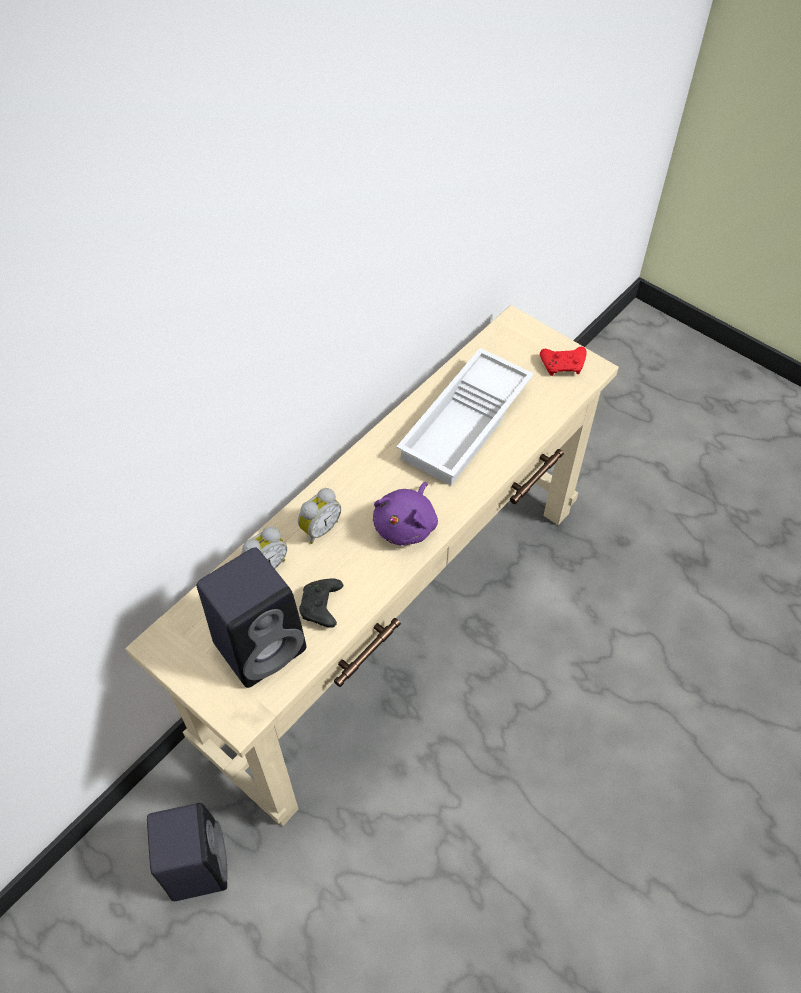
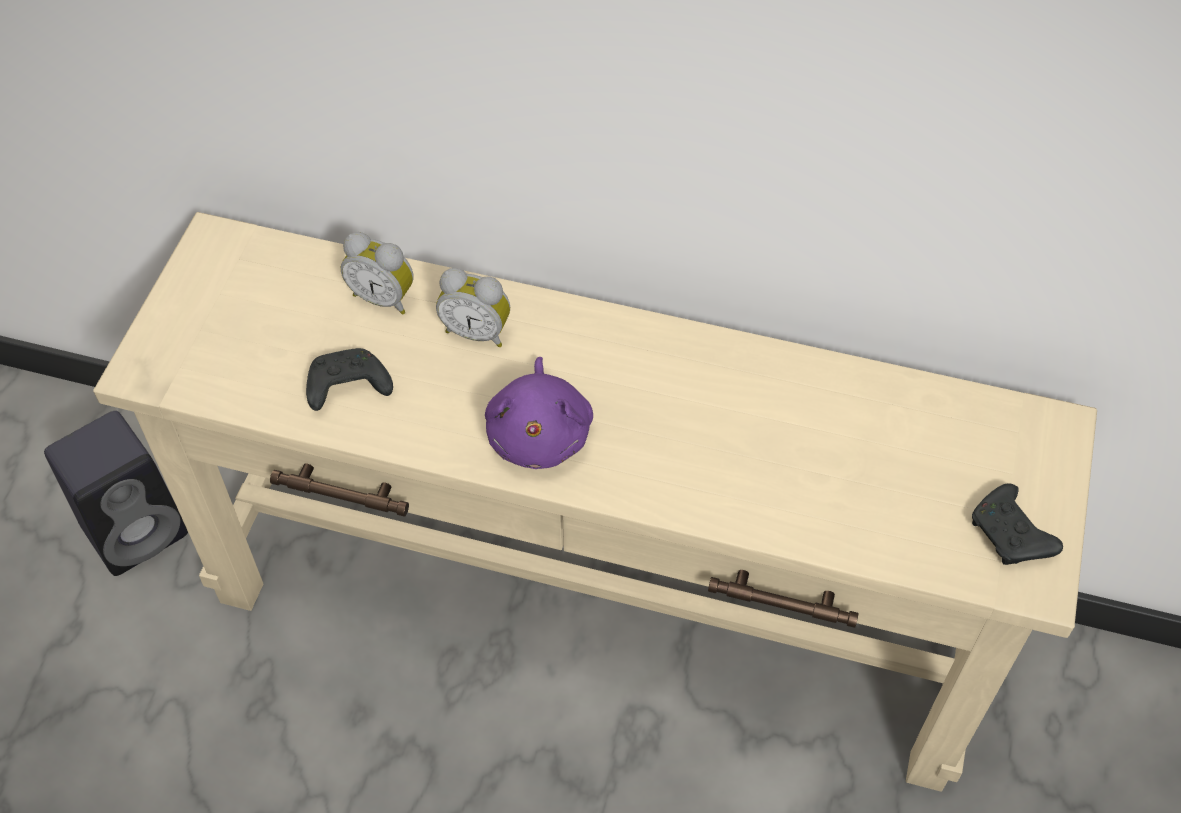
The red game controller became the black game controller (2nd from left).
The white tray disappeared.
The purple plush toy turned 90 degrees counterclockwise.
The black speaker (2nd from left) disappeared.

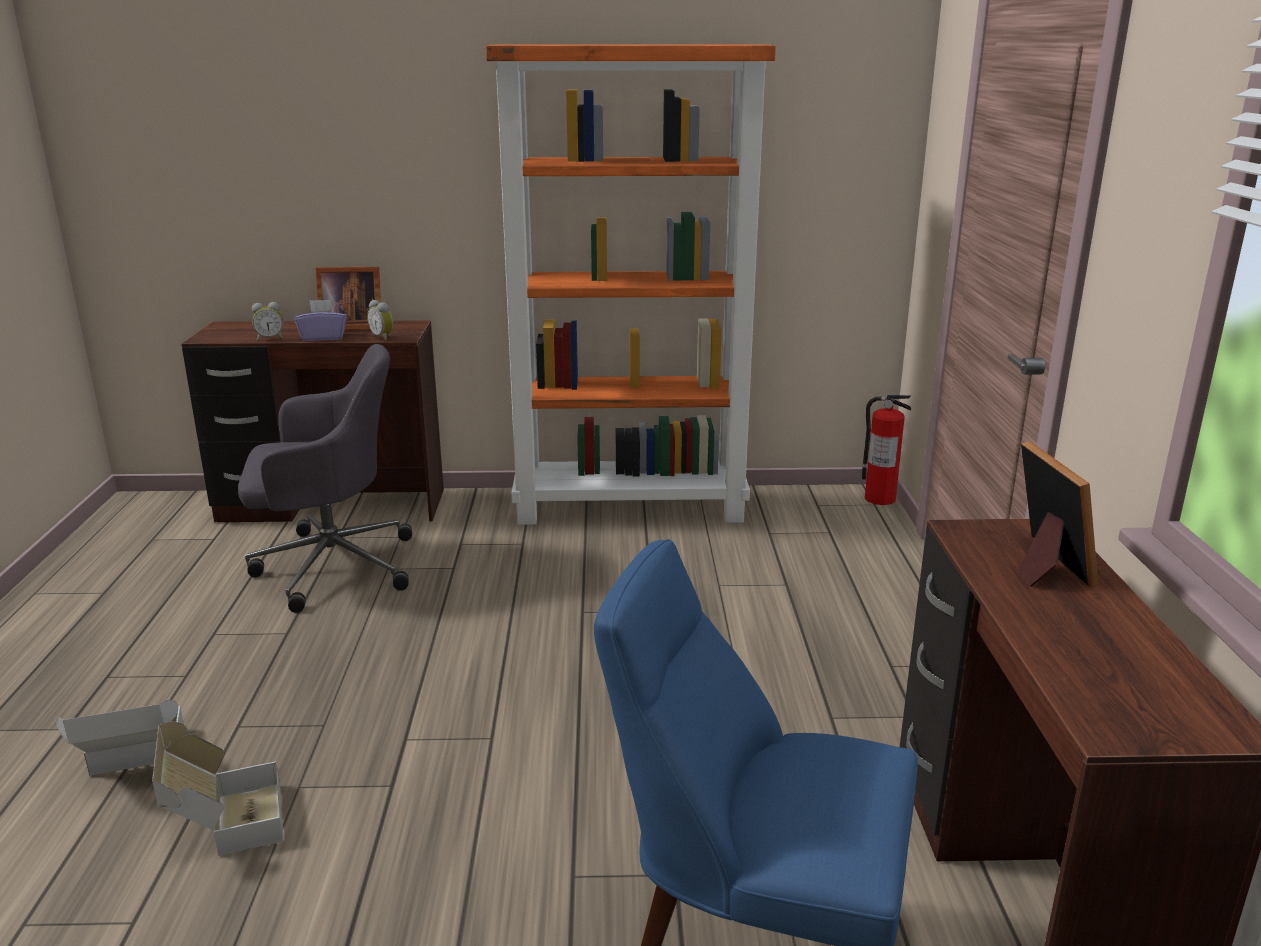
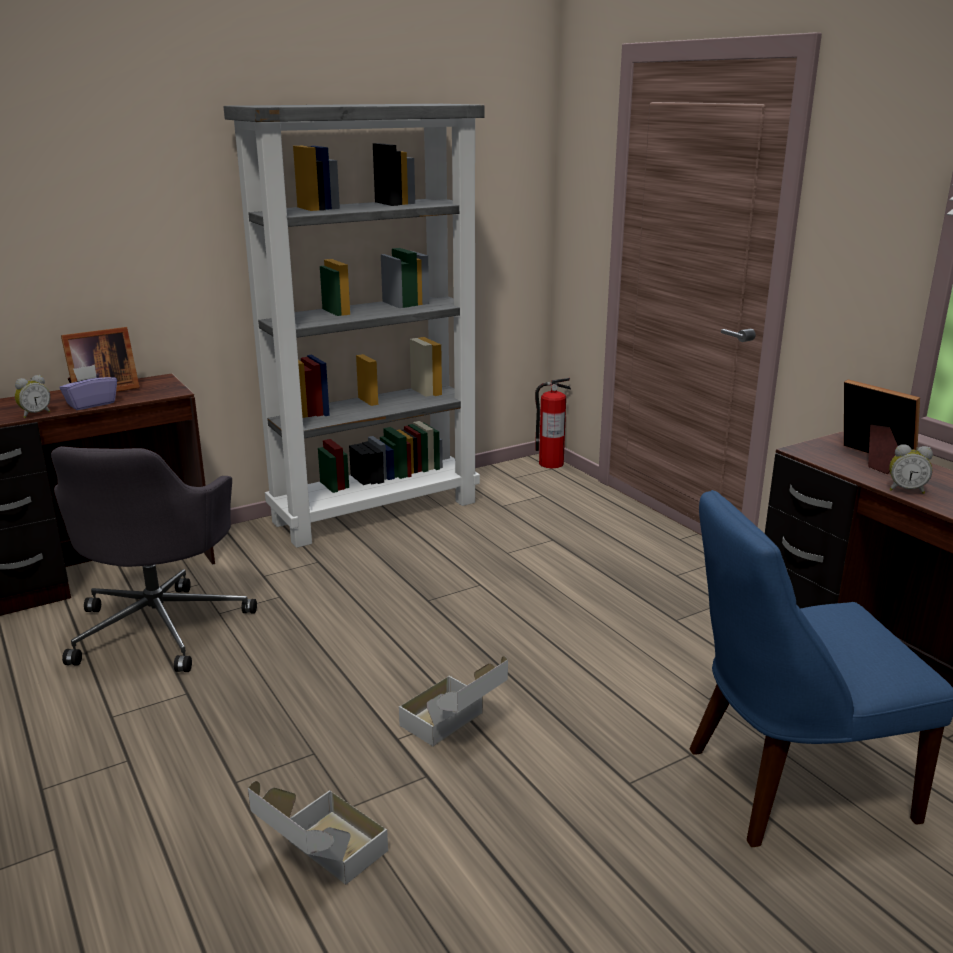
The orange bookcase became the grey bookcase.
The alarm clock (2nd from left) moved.
The grey office chair turned 135 degrees clockwise.
The cardboard box (1st from left in the first image) moved.

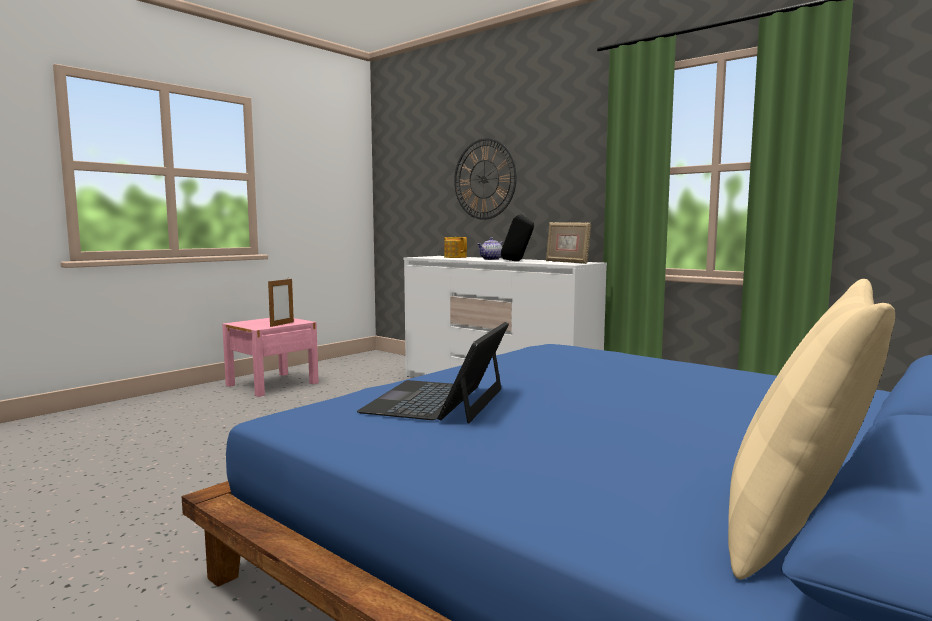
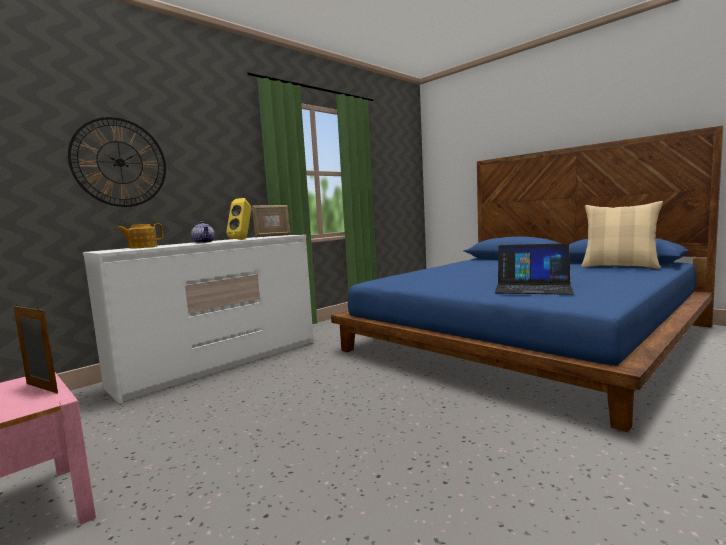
The black speaker became the yellow speaker.

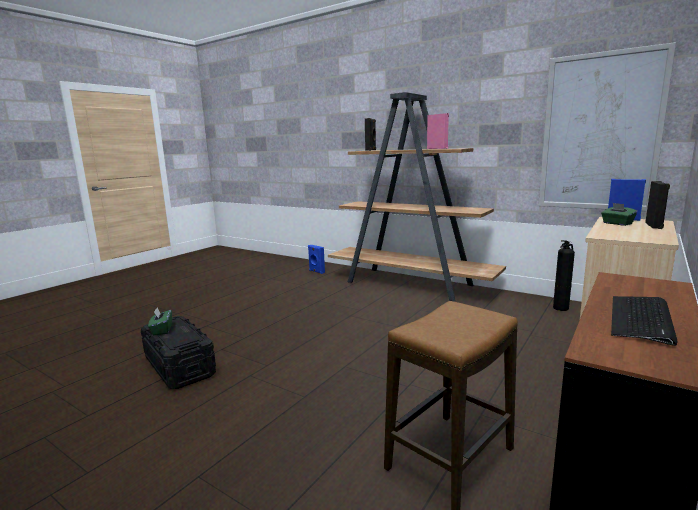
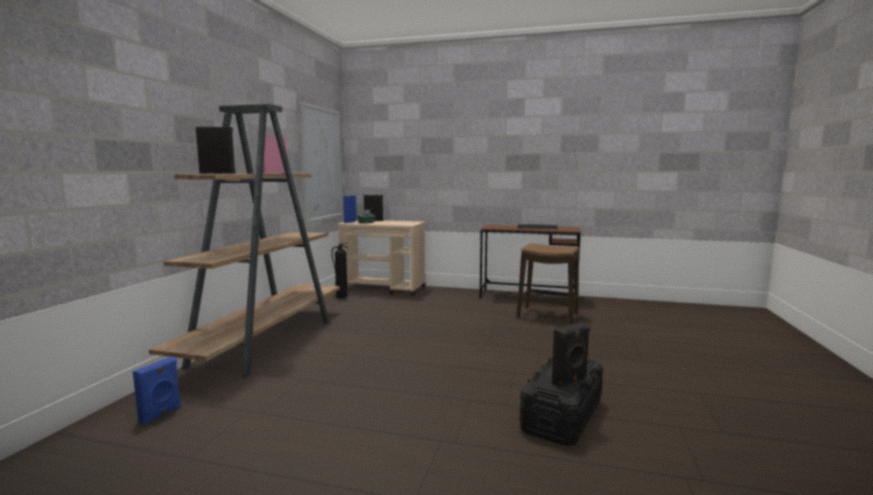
The green tissue box (1st from left) was replaced by the black speaker (3rd from left).

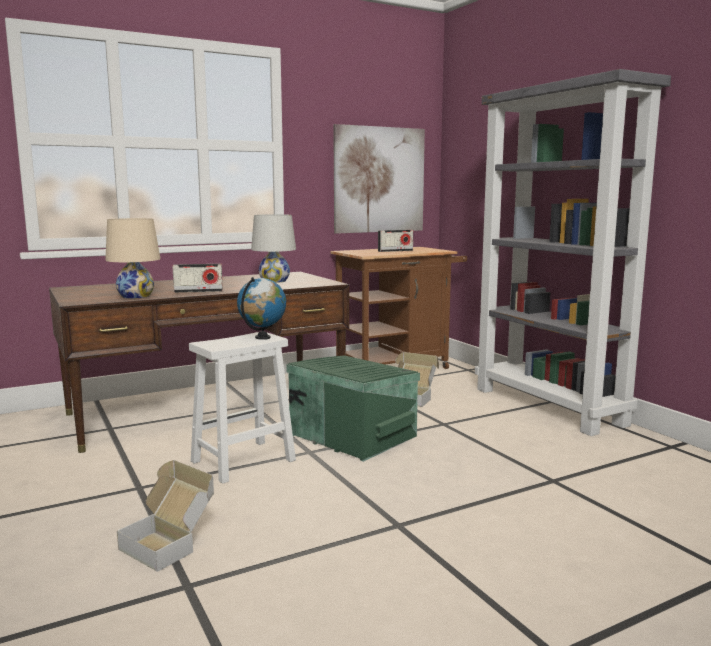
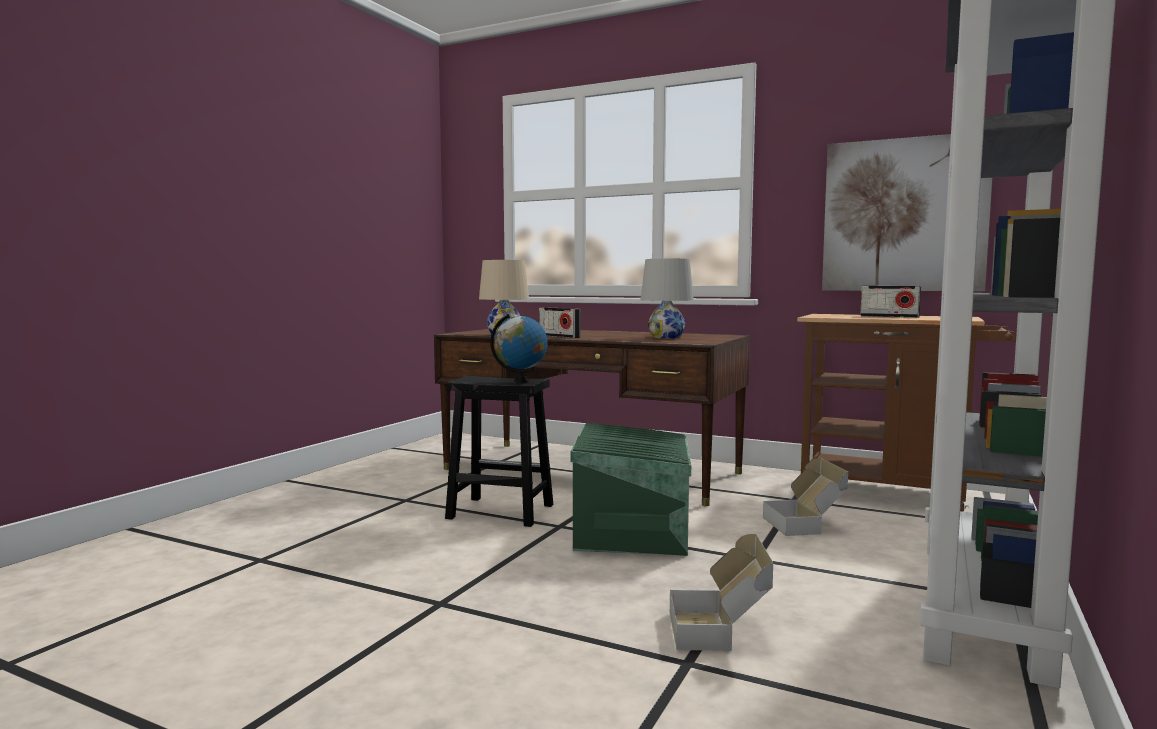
The white stool became the black stool.
The cardboard box (1st from left) moved.

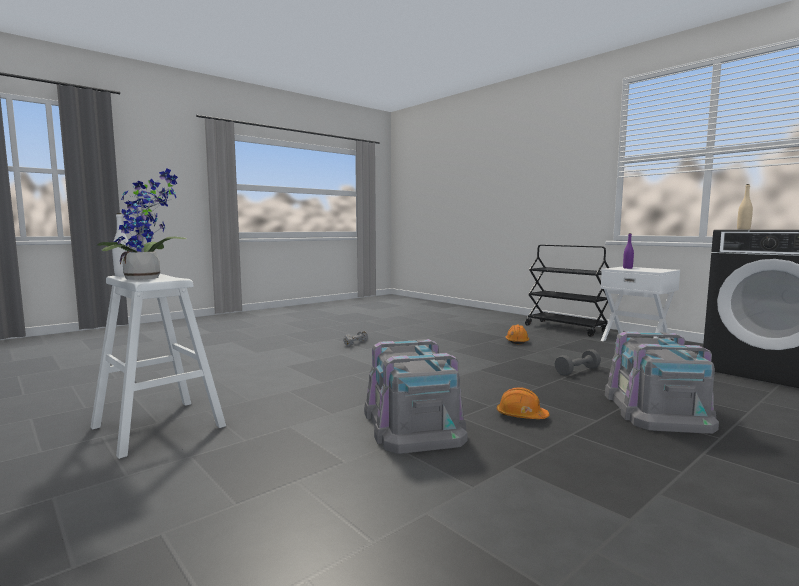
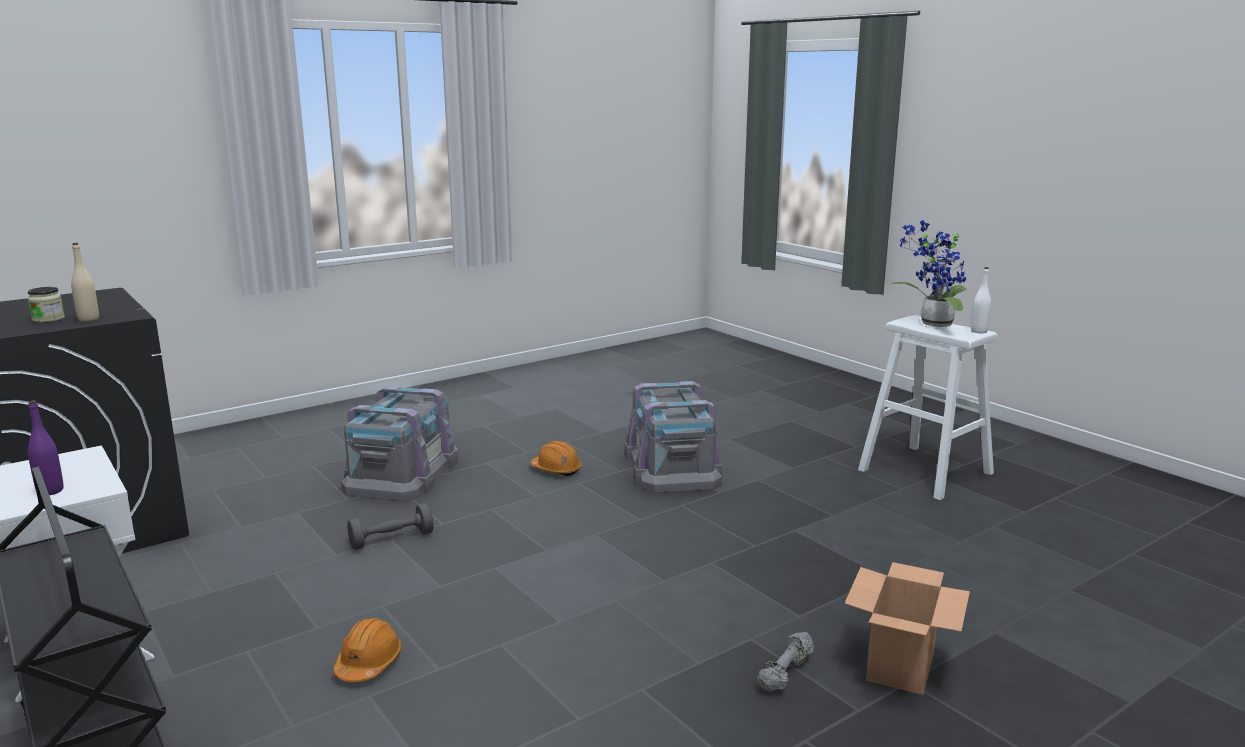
The jar appeared.
The cardboard box appeared.

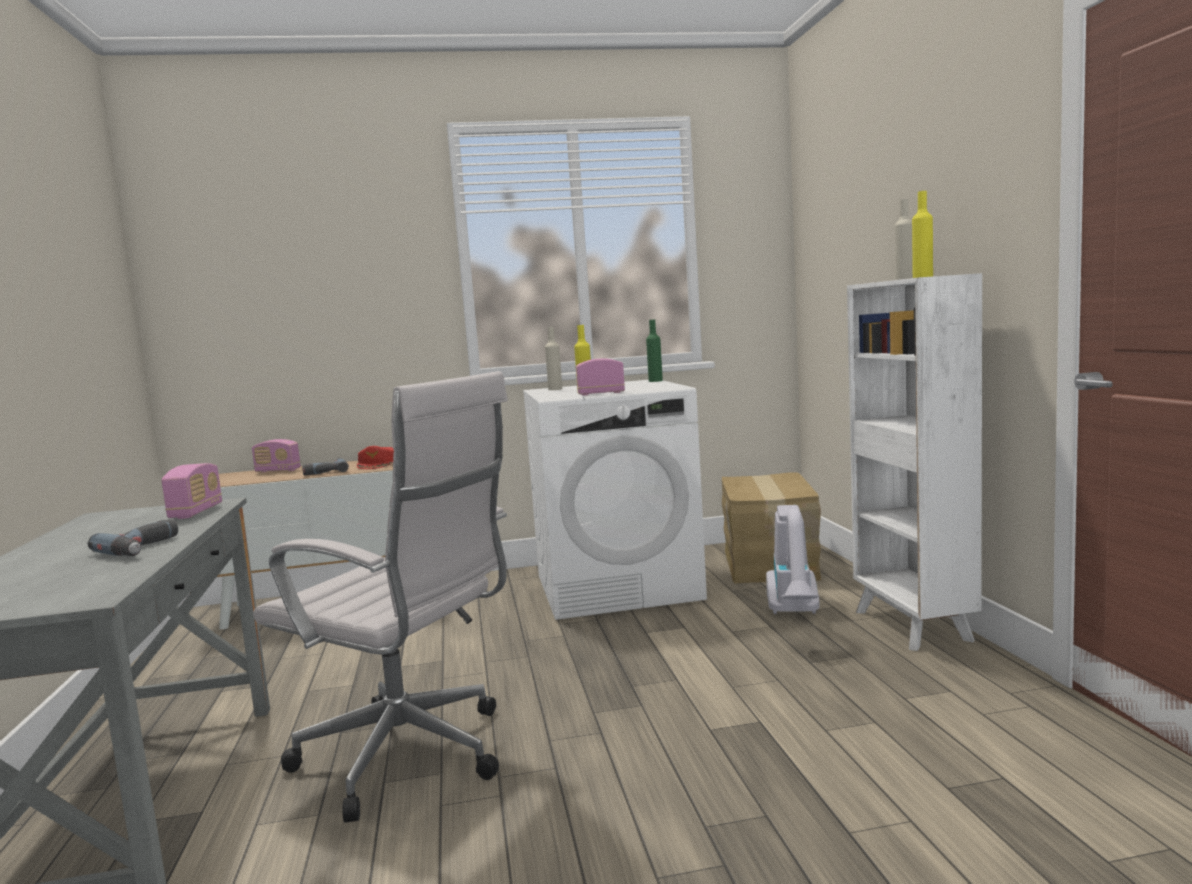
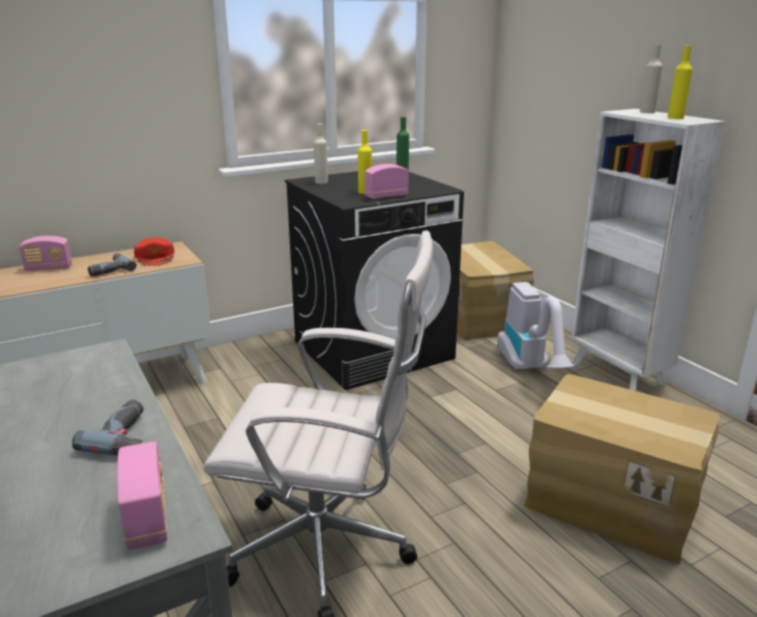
The white washing machine became the black washing machine.
The radio (1st from left in the first image) moved.
The cardboard box (2nd from left) appeared.

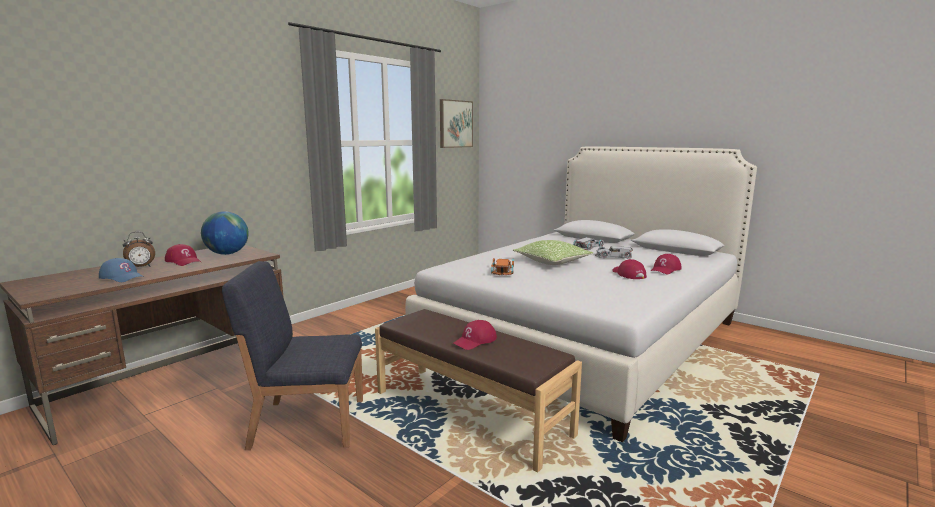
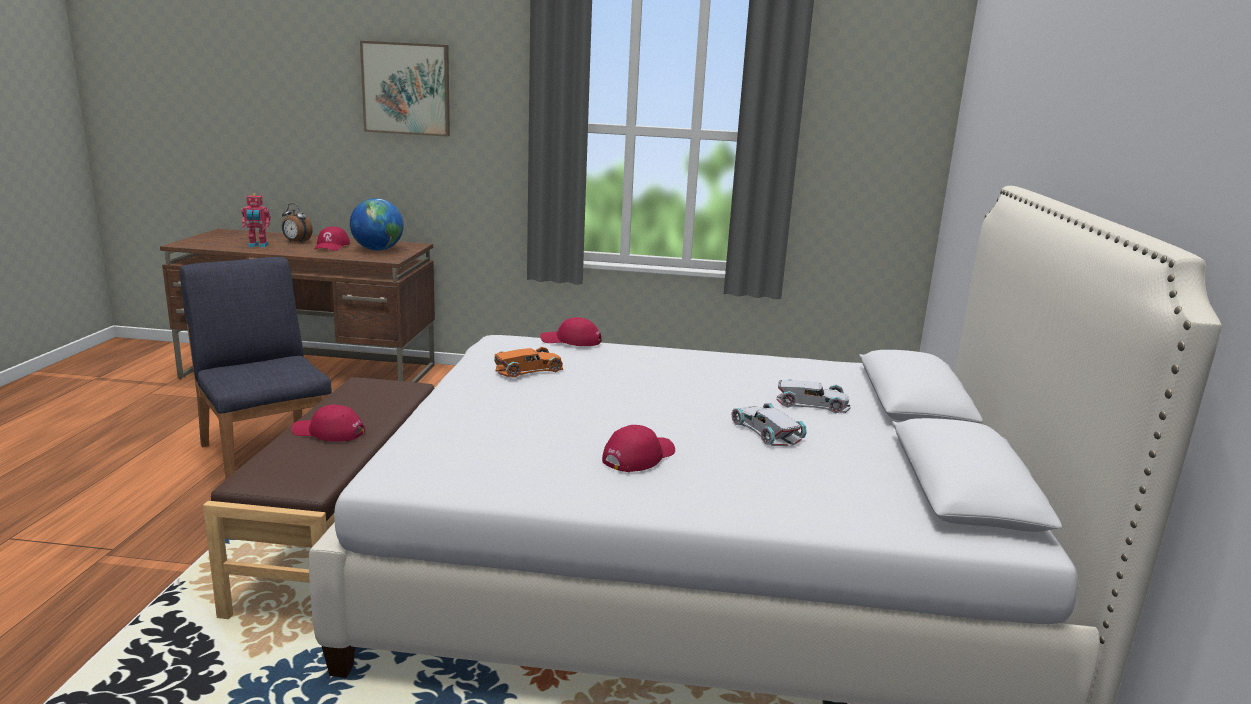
The picture moved.
The pillow disappeared.
The red cap (4th from left in the first image) moved.
The blue cap was replaced by the toy robot.

